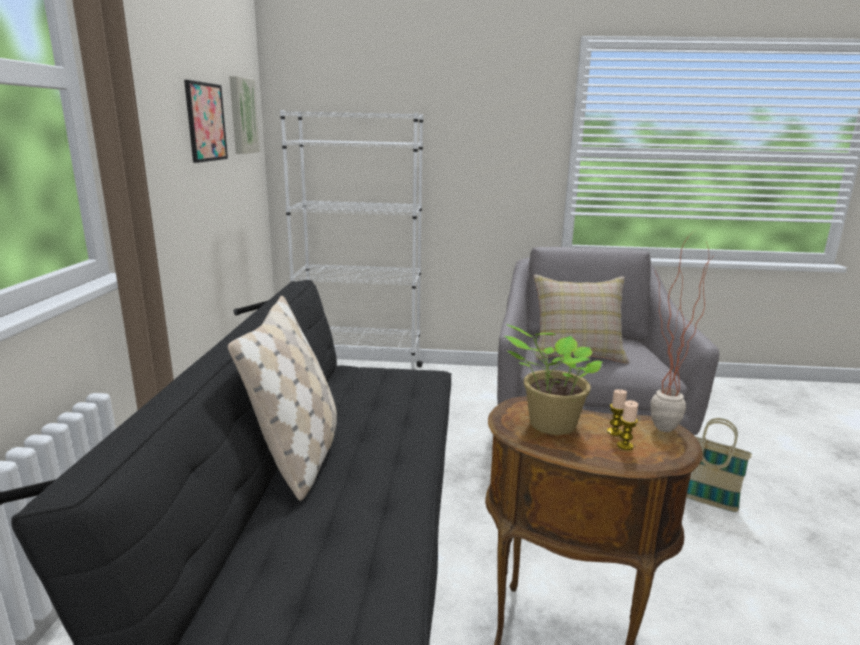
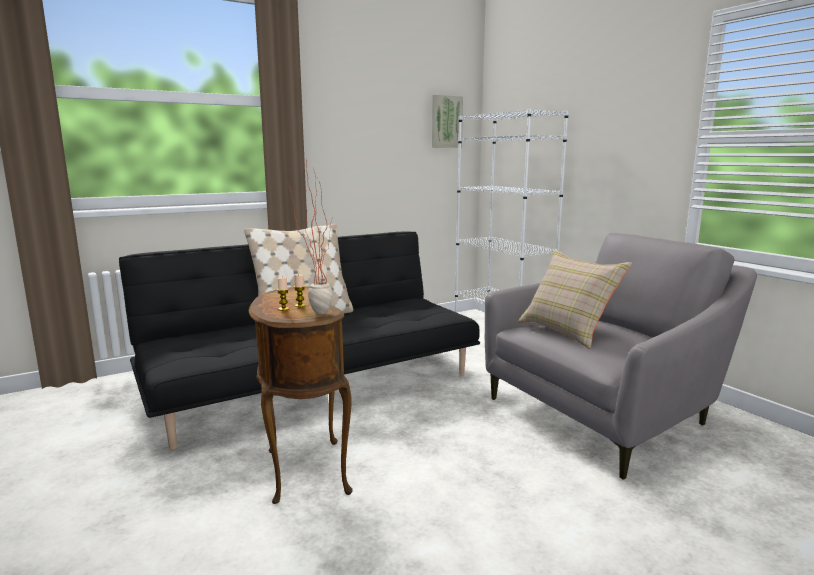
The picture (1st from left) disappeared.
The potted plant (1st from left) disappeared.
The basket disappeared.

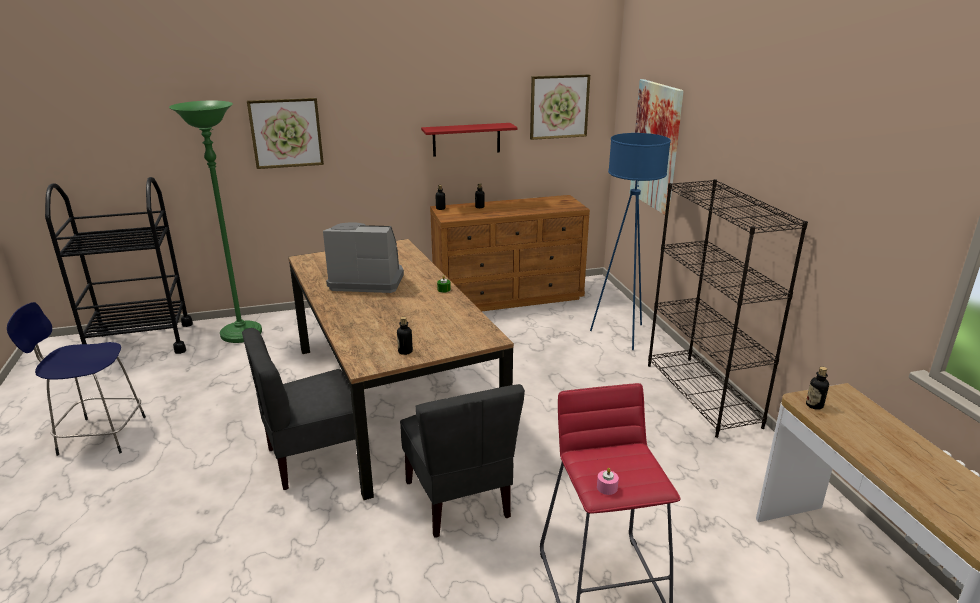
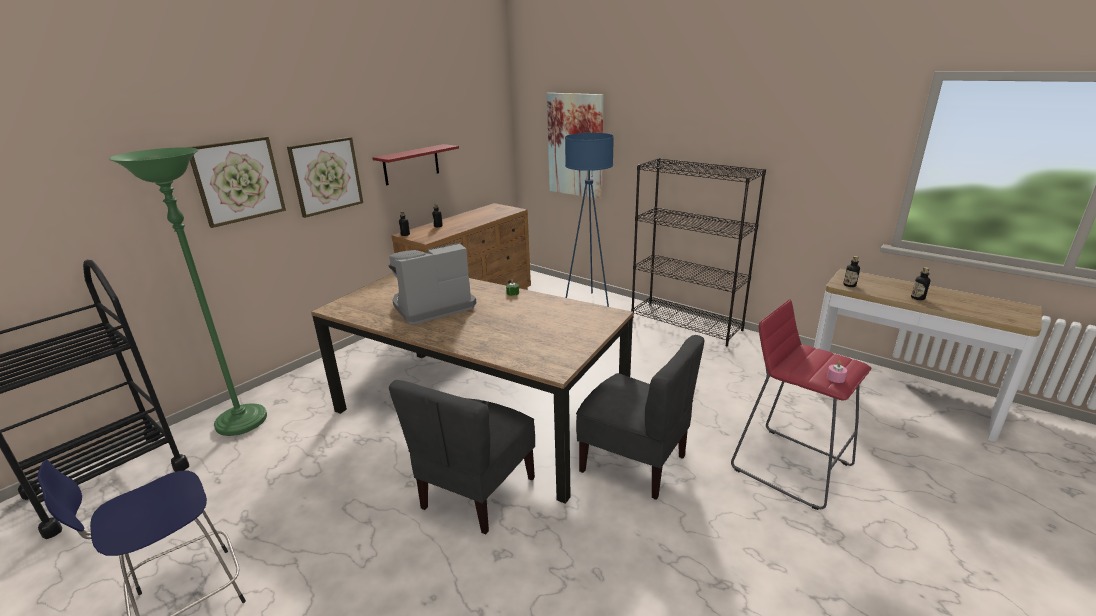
The picture (2nd from left) moved.
The bottle (1st from left in the first image) moved.

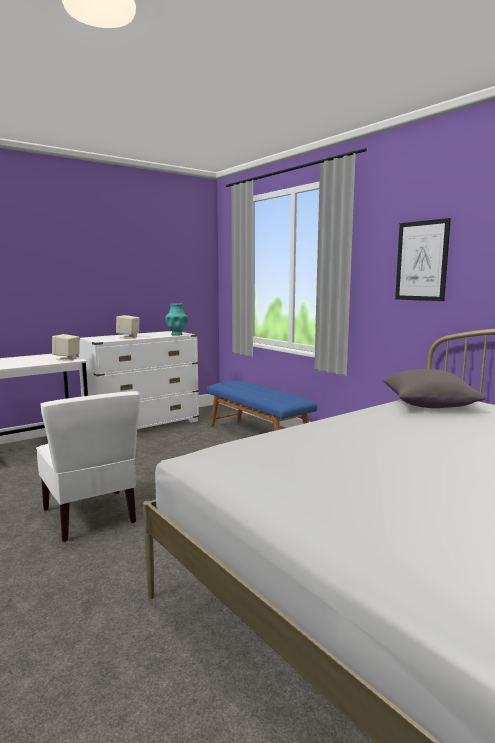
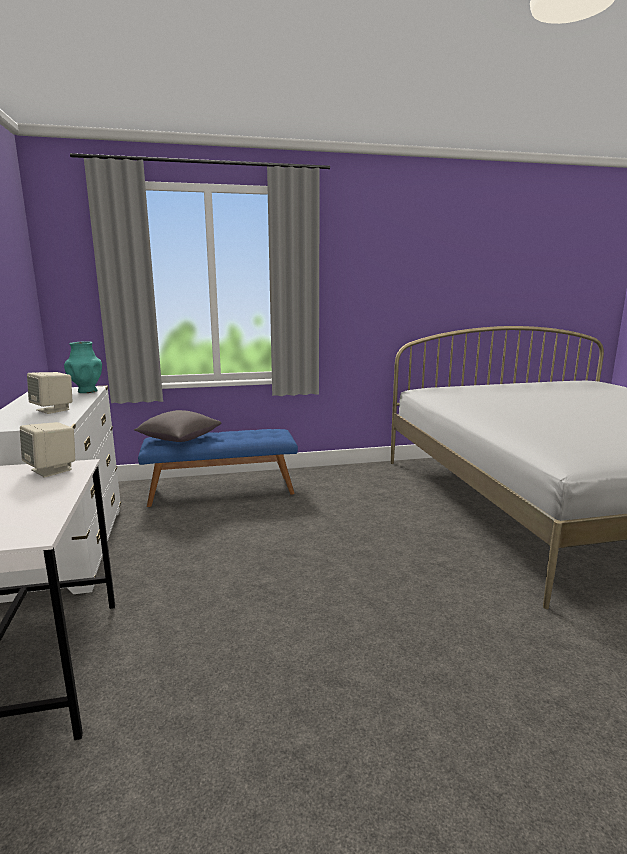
The picture disappeared.
The grey pillow moved.
The white chair disappeared.

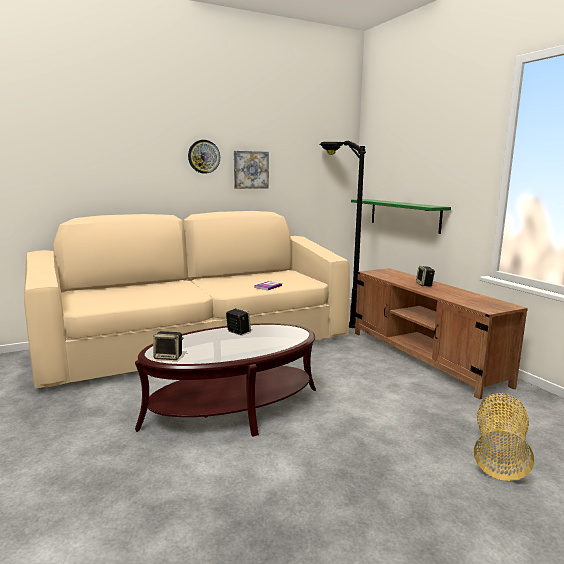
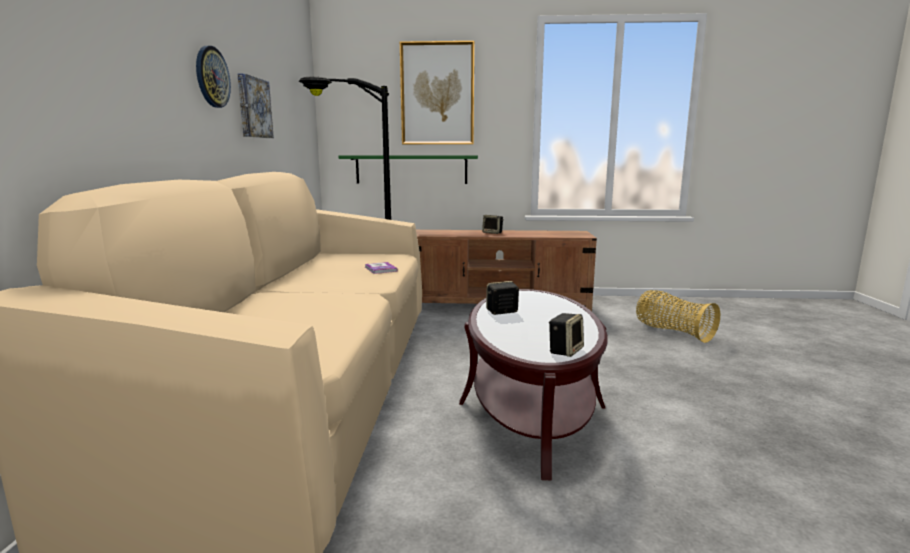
The picture (2nd from left) appeared.

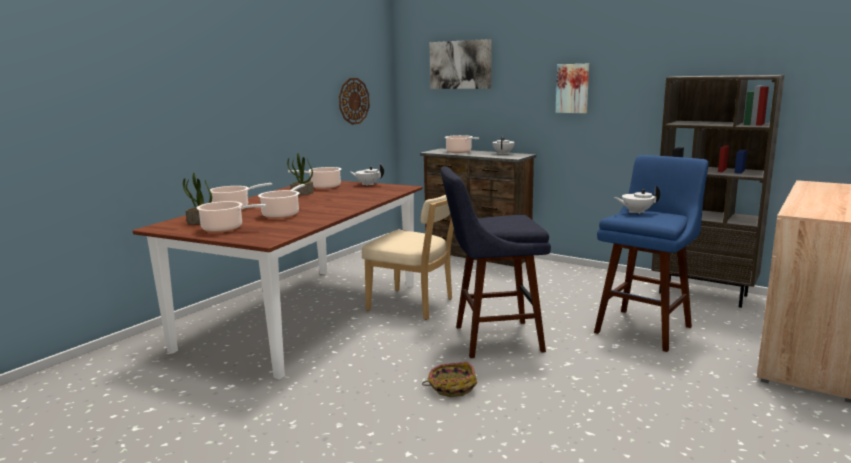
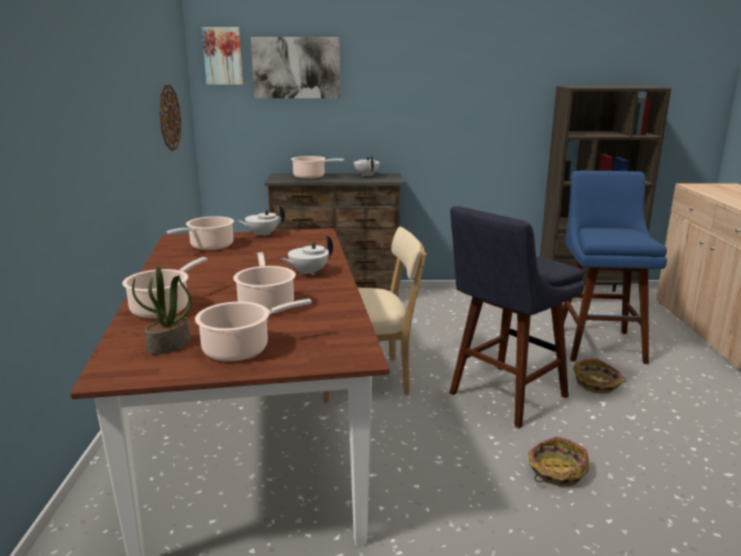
The picture (2nd from left in the first image) moved.
The potted plant (2nd from left) disappeared.
The white teapot (3rd from left in the first image) moved.
The basket (2nd from left) appeared.

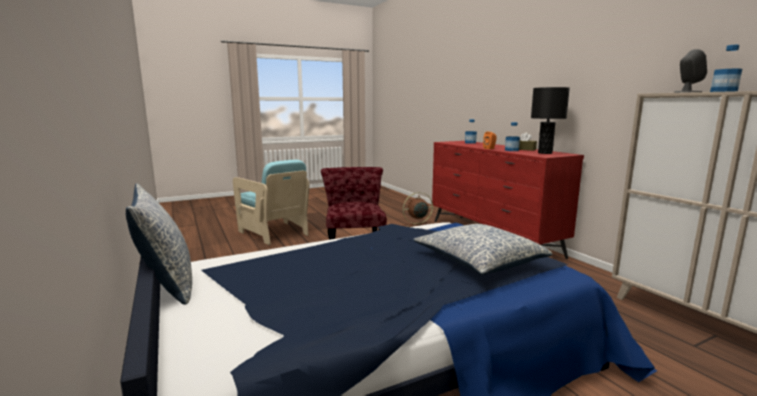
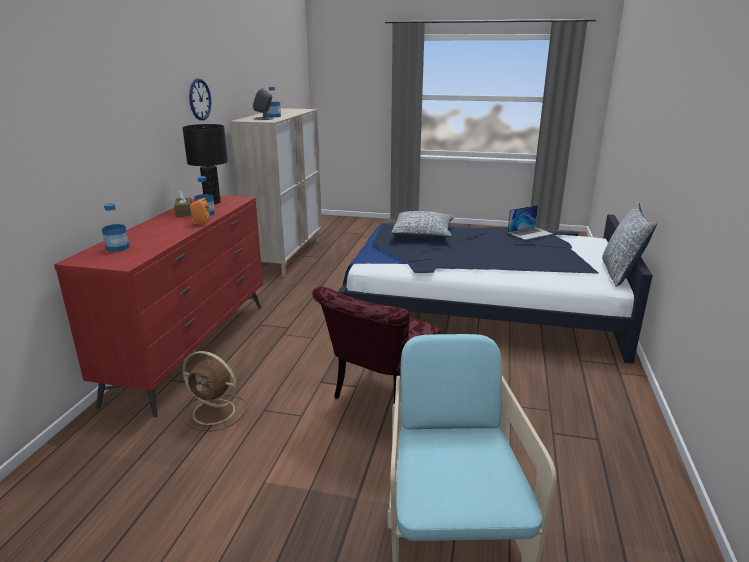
The wall clock appeared.
The laptop appeared.

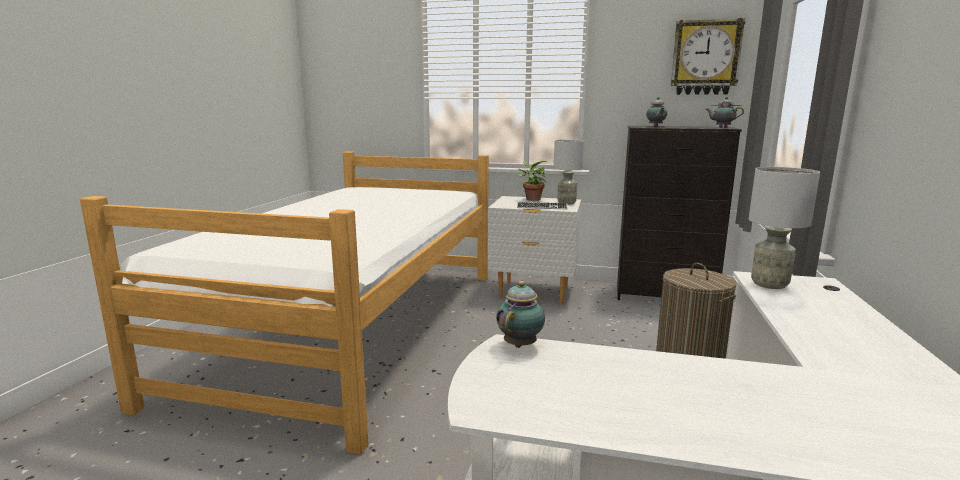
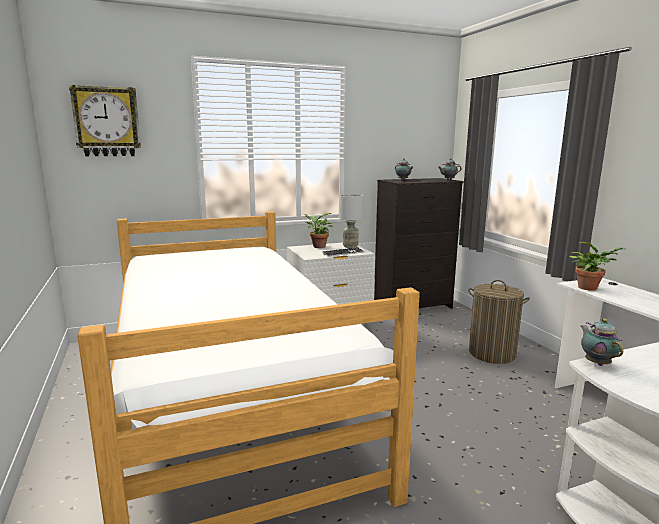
The wall clock moved.
The grey table lamp (2nd from left) was replaced by the potted plant (2nd from left).

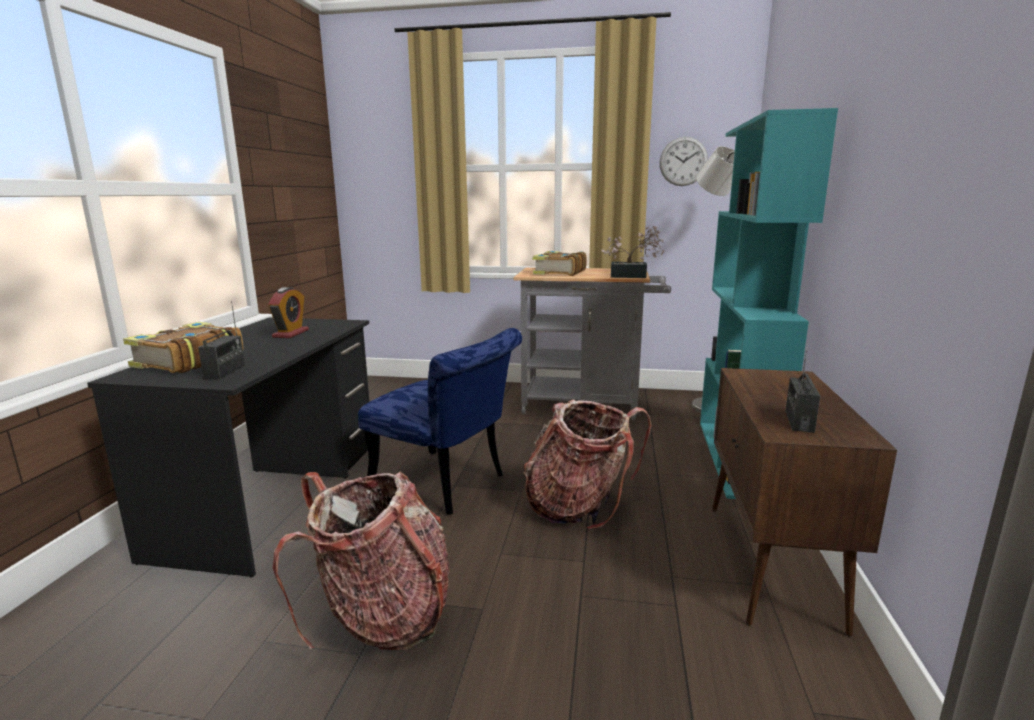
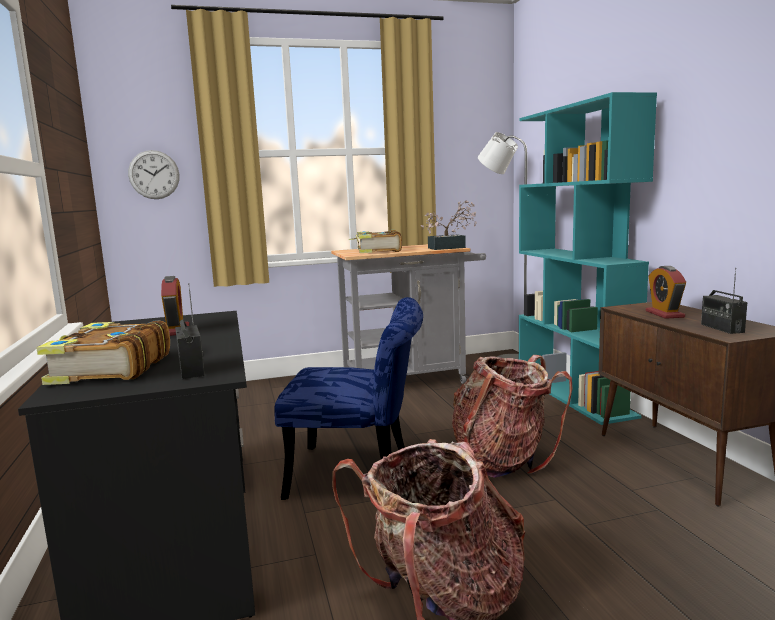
The wall clock moved.
The alarm clock (2nd from left) appeared.

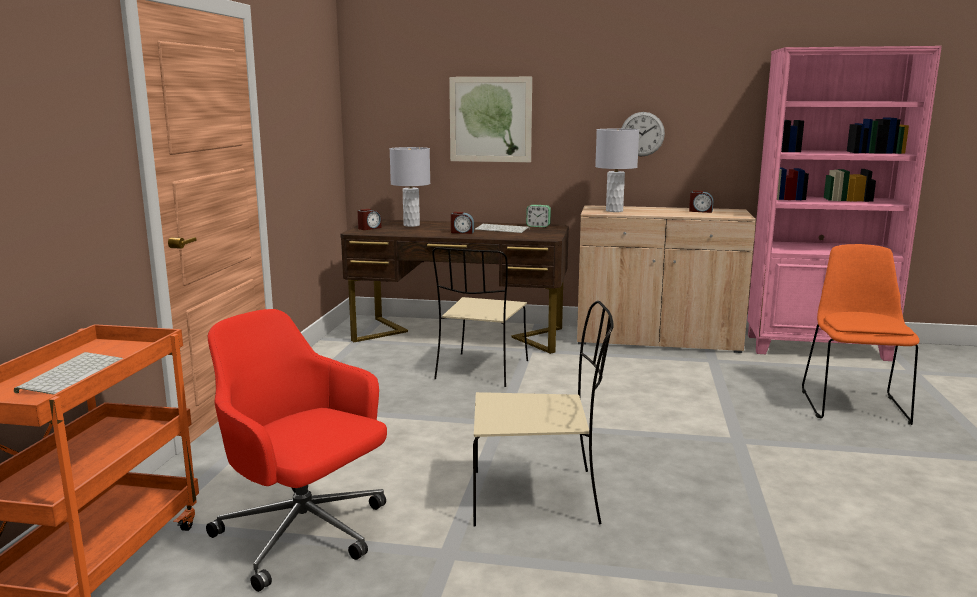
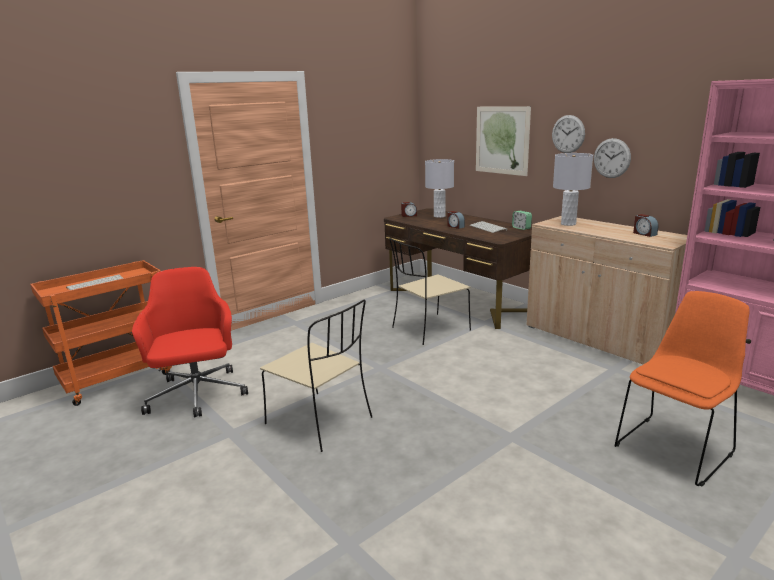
The wall clock (1st from left) appeared.

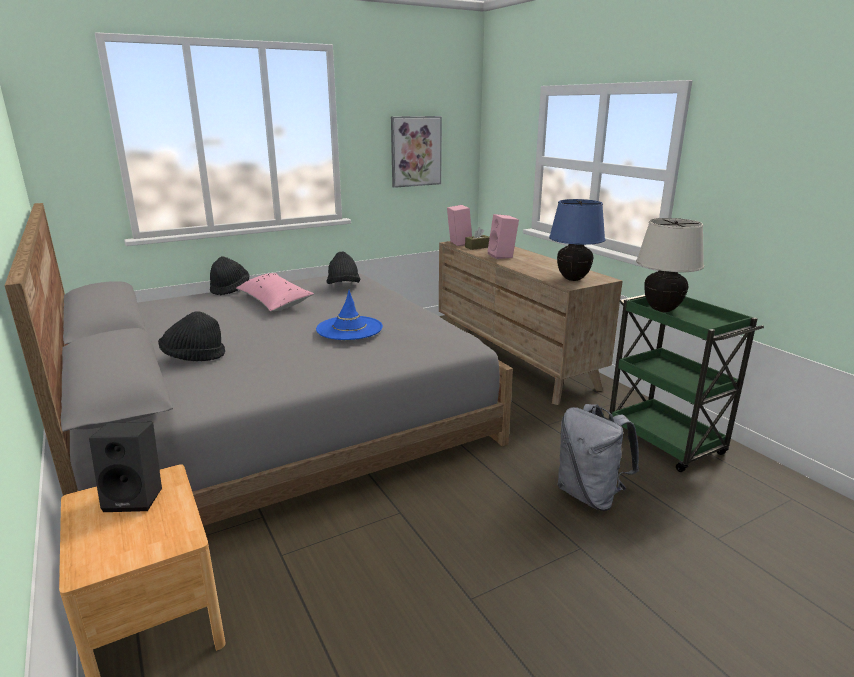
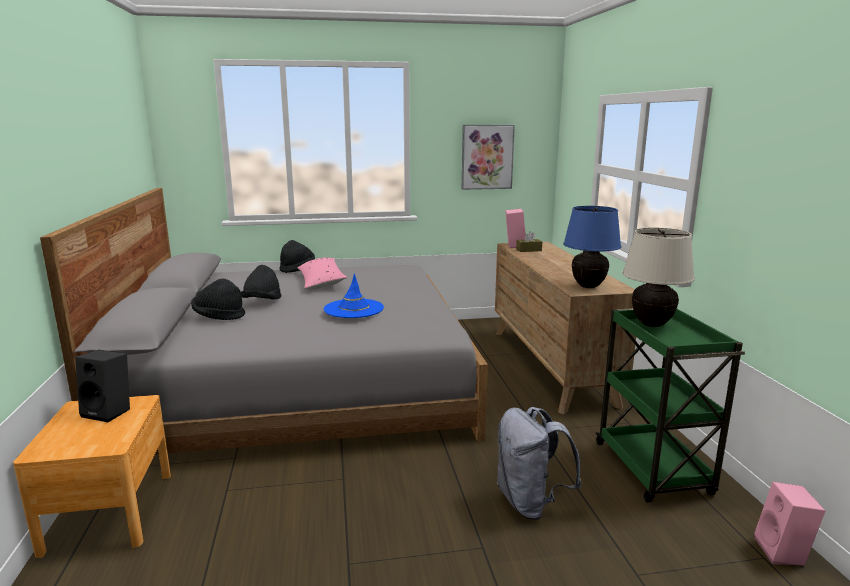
The pink speaker (2nd from left) moved.
The black hat (3rd from left in the first image) moved.

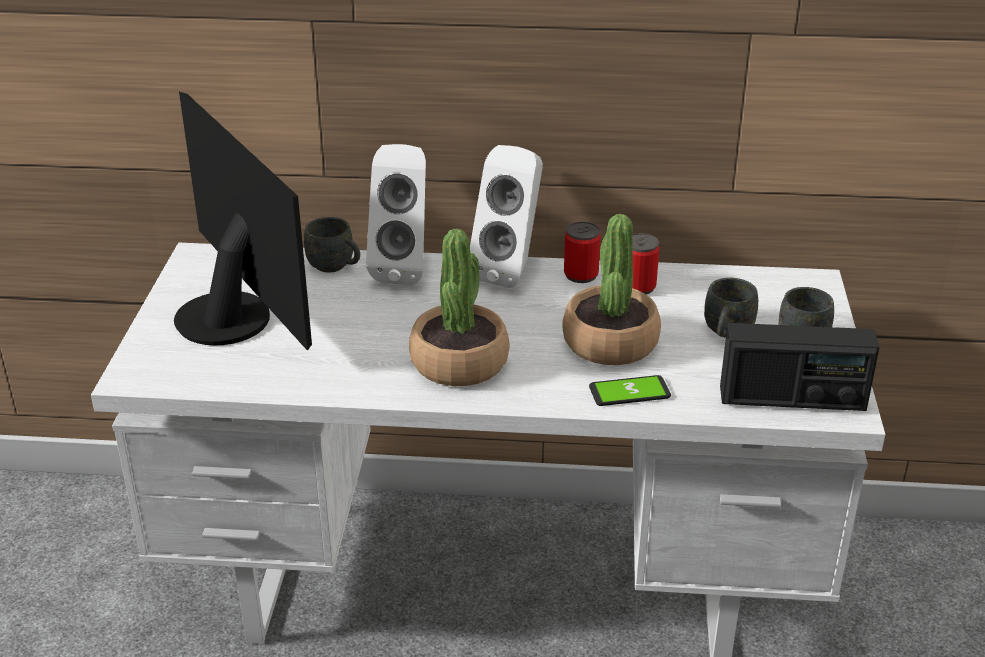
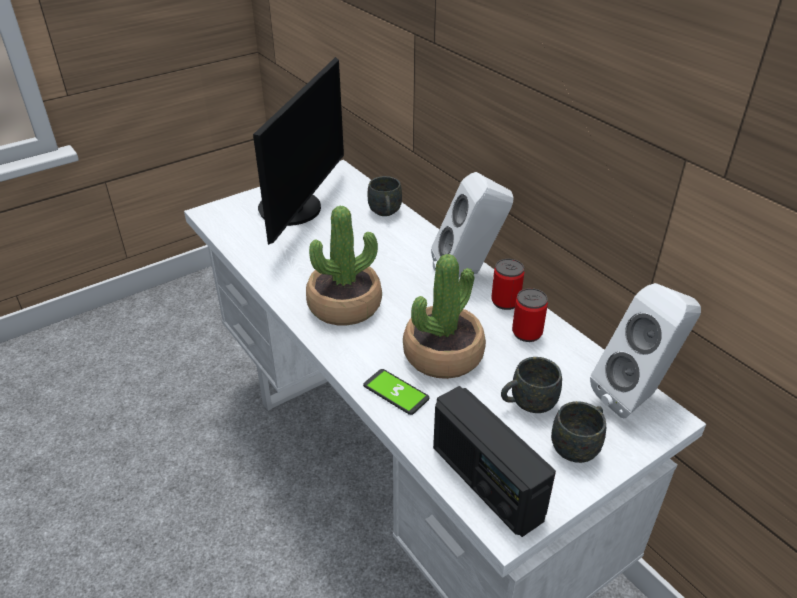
The white speaker (1st from left in the first image) moved.

